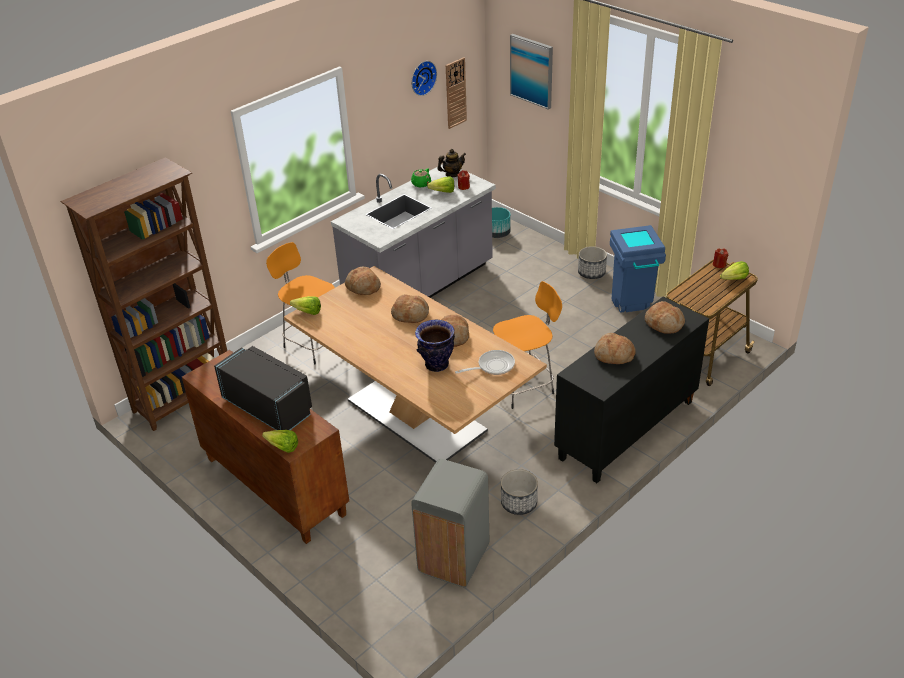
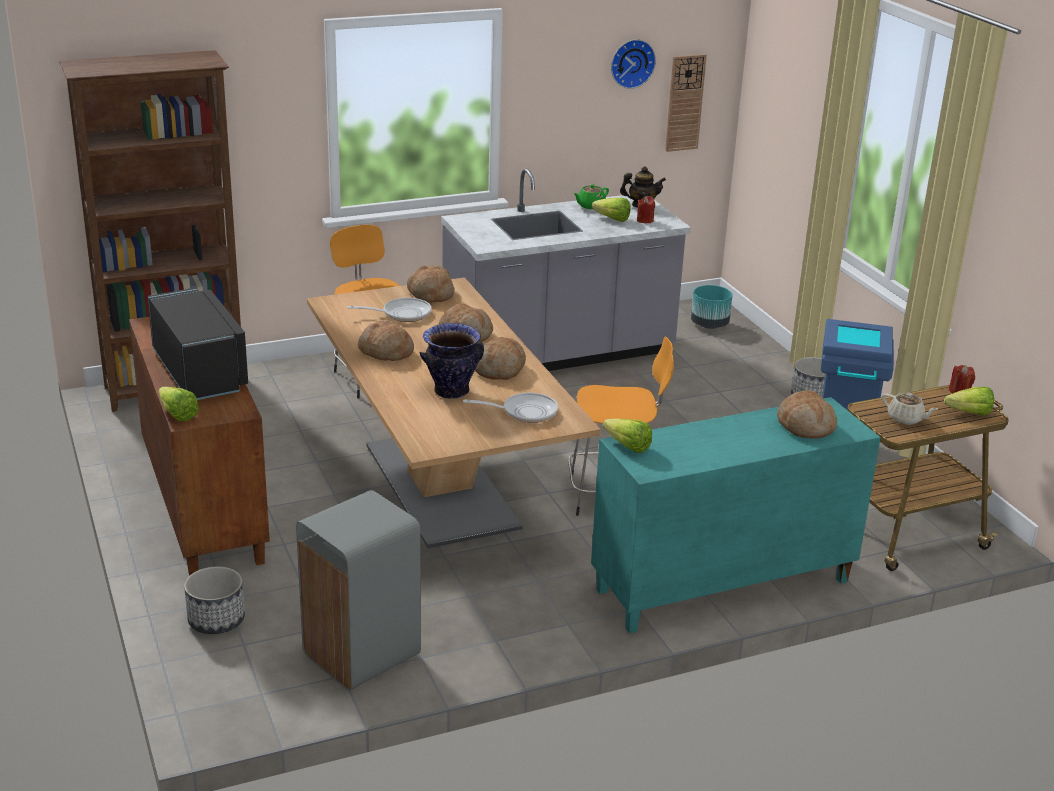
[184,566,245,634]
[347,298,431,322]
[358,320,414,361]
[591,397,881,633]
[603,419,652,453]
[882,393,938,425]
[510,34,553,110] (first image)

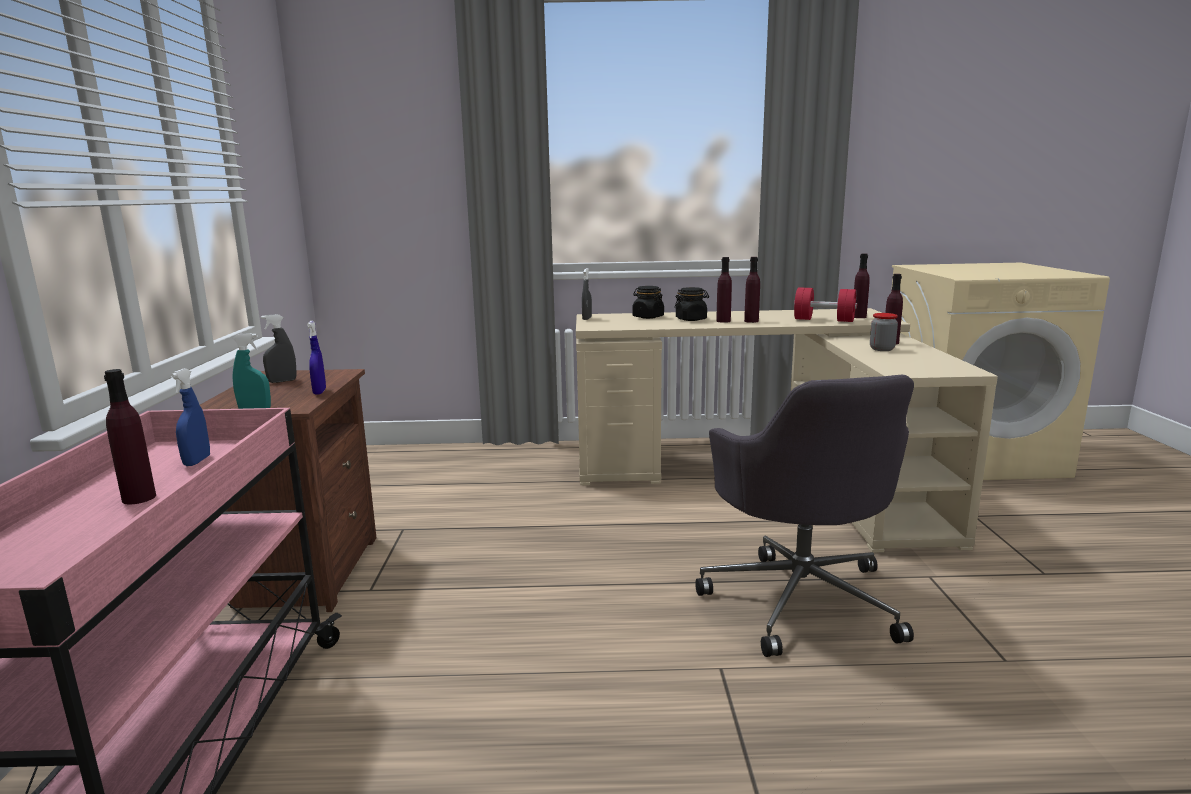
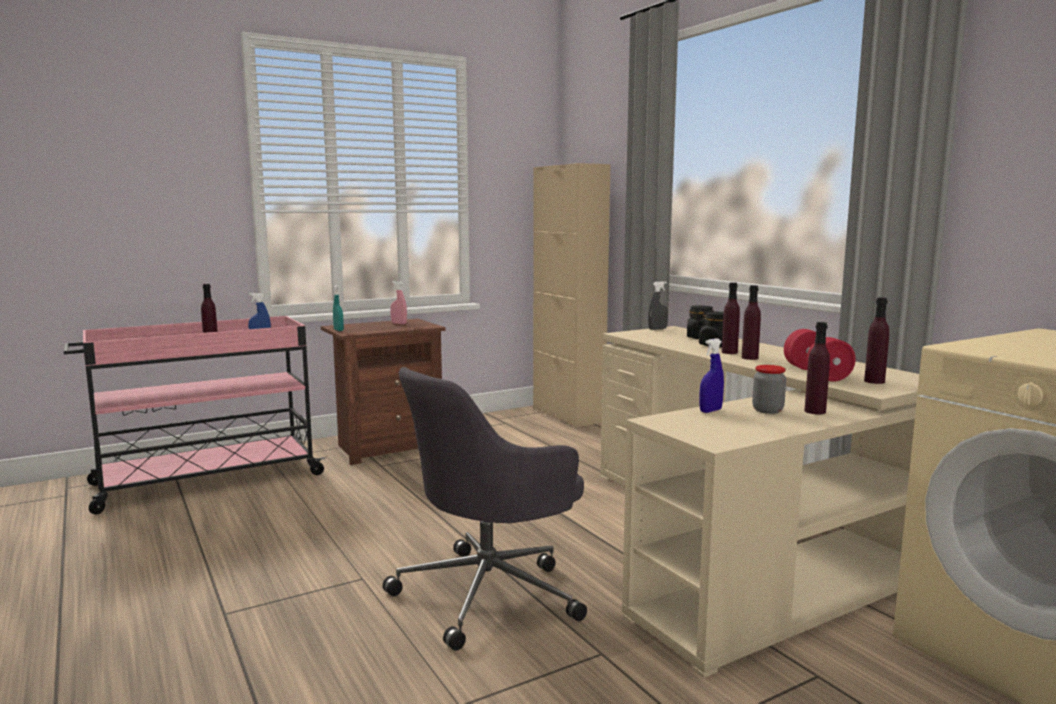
[390,281,407,324]
[533,163,610,427]
[699,338,724,413]

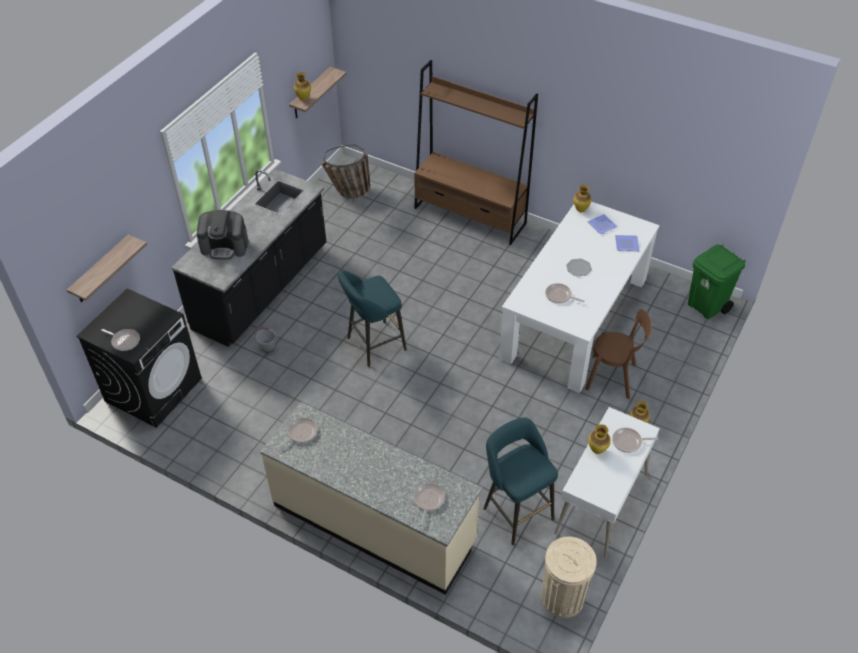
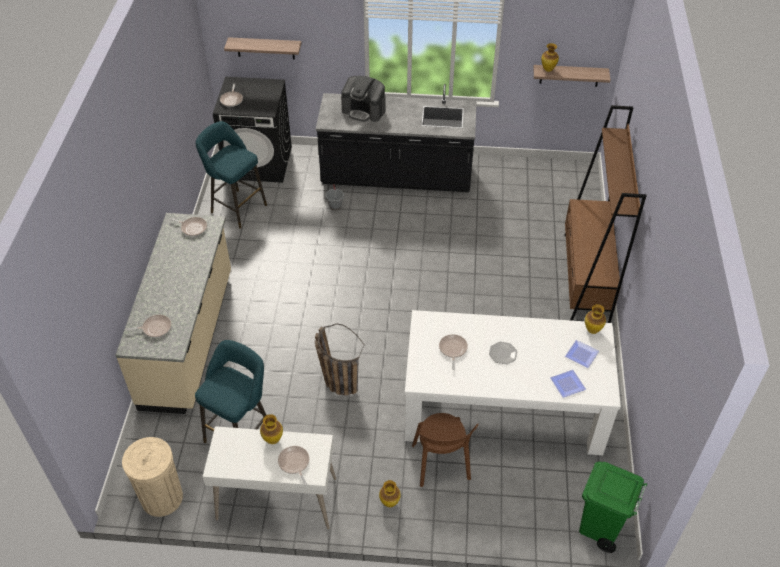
[196,121,267,229]
[314,323,364,396]
[341,76,386,122]

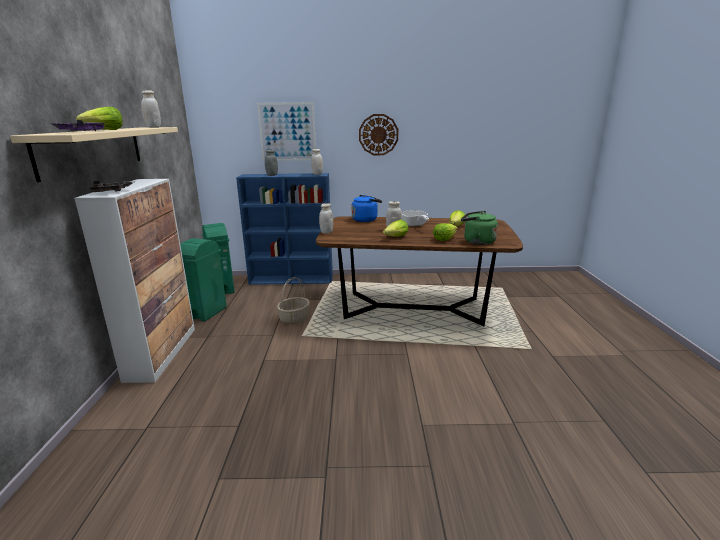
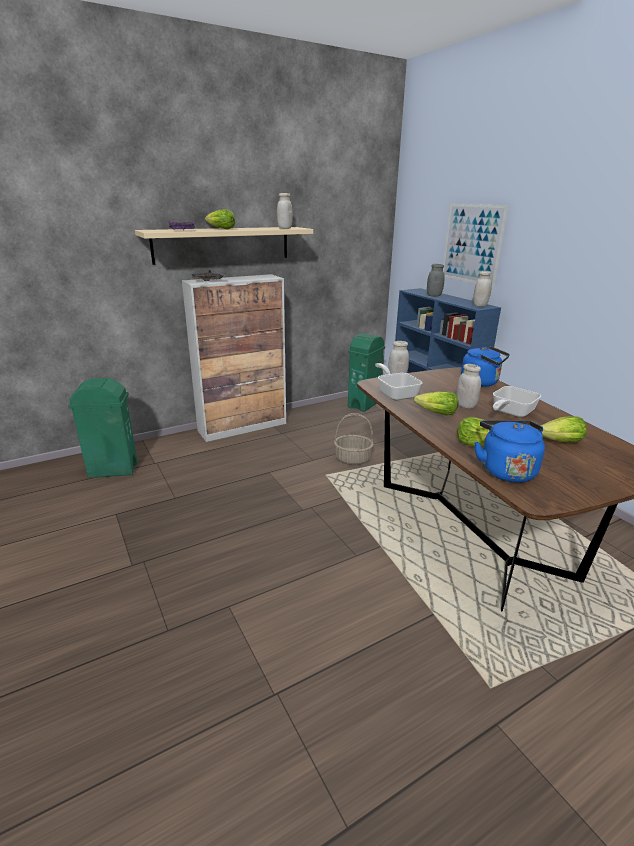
[68,378,138,478]
[375,363,422,400]
[475,420,545,483]
[359,114,398,155] (first image)

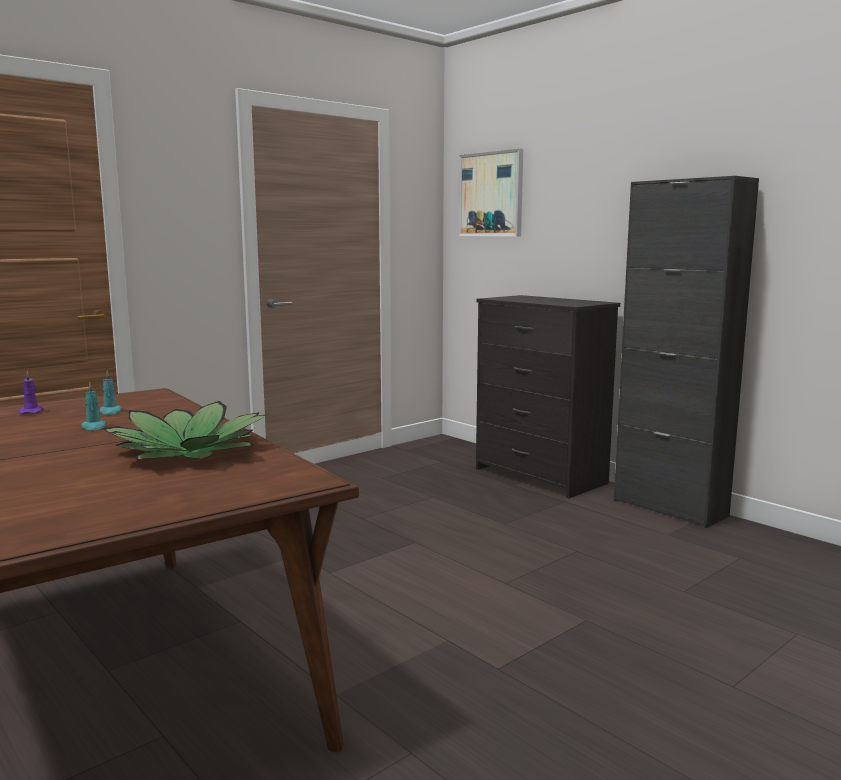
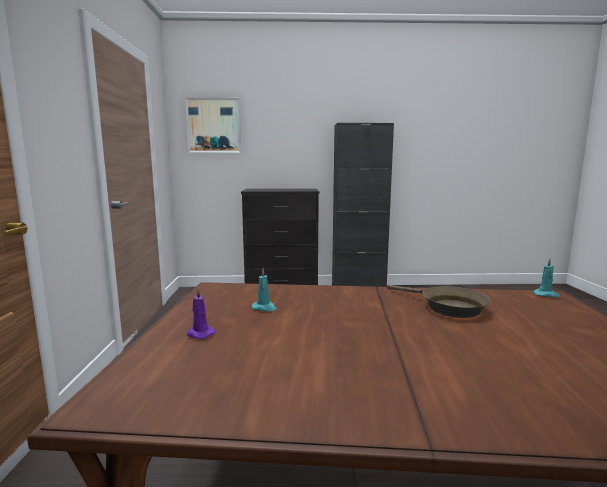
[387,285,491,318]
[533,259,560,297]

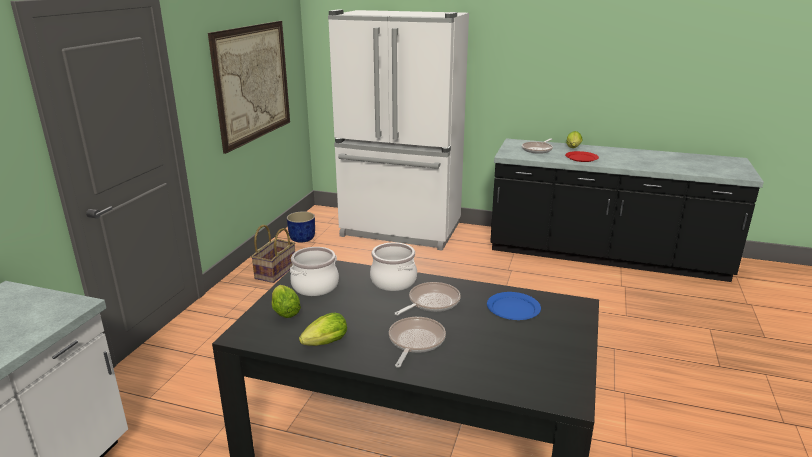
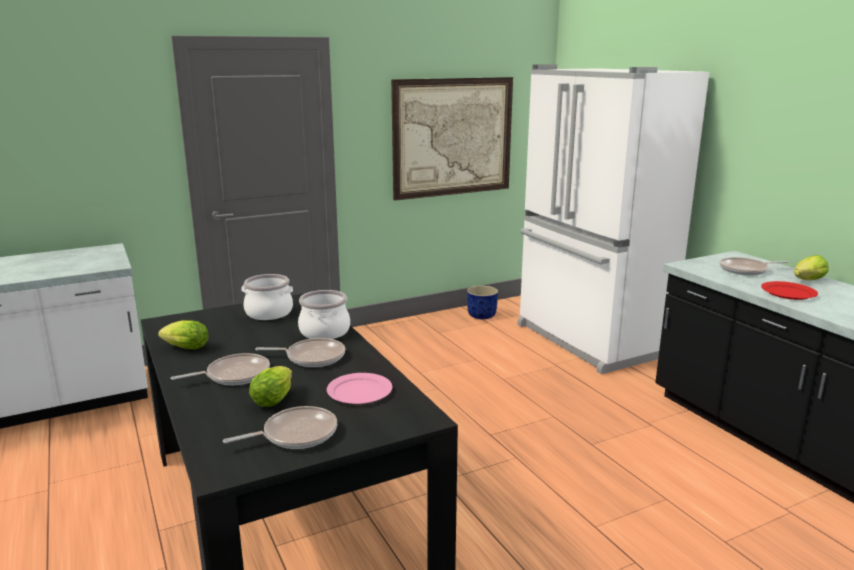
[223,406,337,449]
[249,366,292,407]
[327,373,392,404]
[251,225,295,283] (first image)

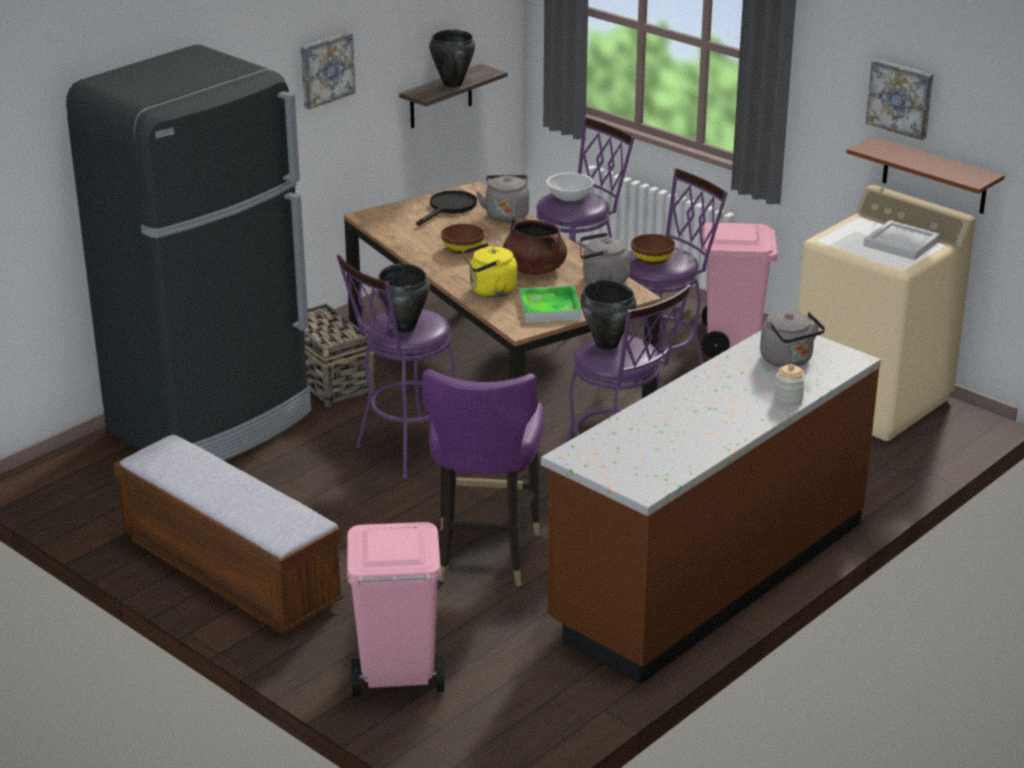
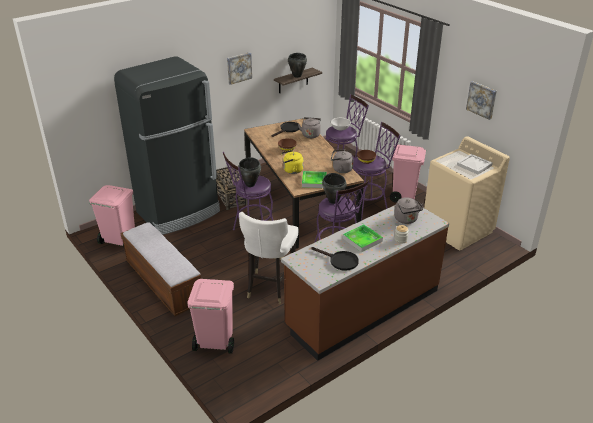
[89,185,135,247]
[239,212,299,305]
[311,247,359,271]
[343,224,383,252]
[503,217,567,275] (first image)
[847,136,1005,214] (first image)

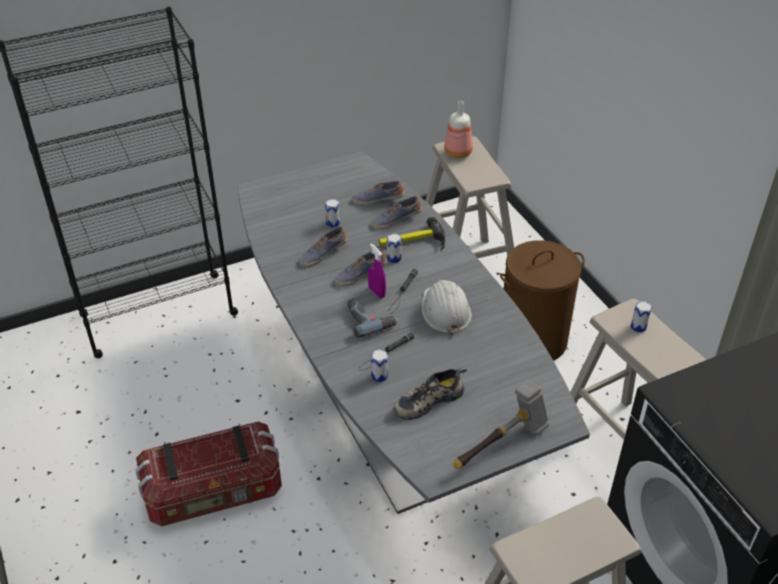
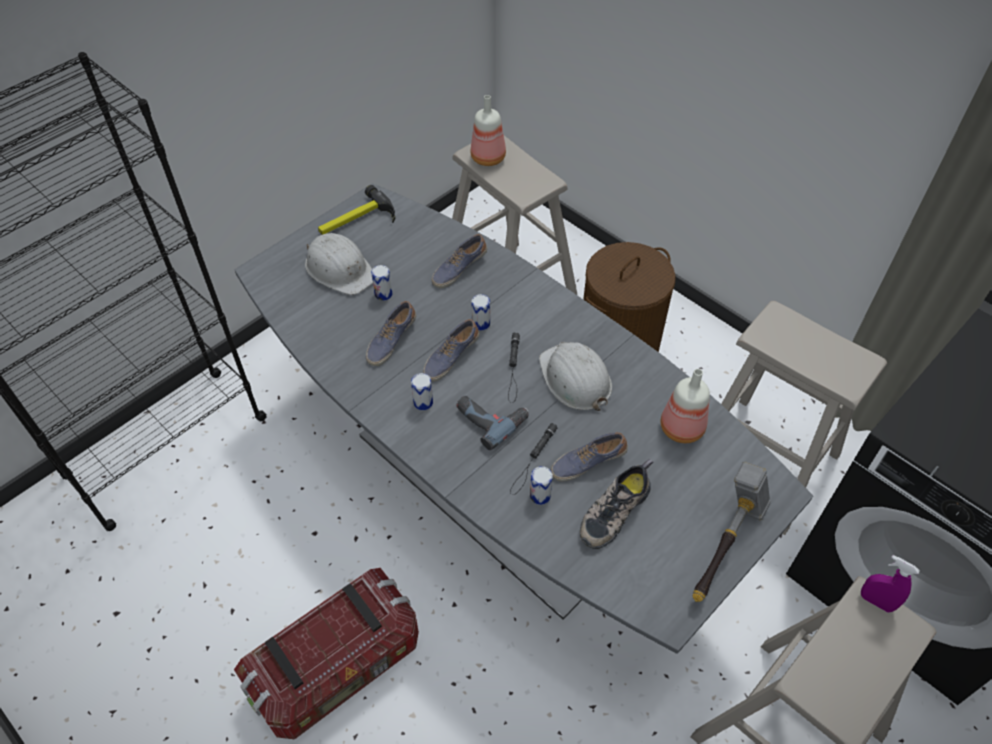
[305,233,373,295]
[318,185,395,235]
[411,373,433,410]
[551,432,628,482]
[660,369,710,443]
[861,555,920,612]

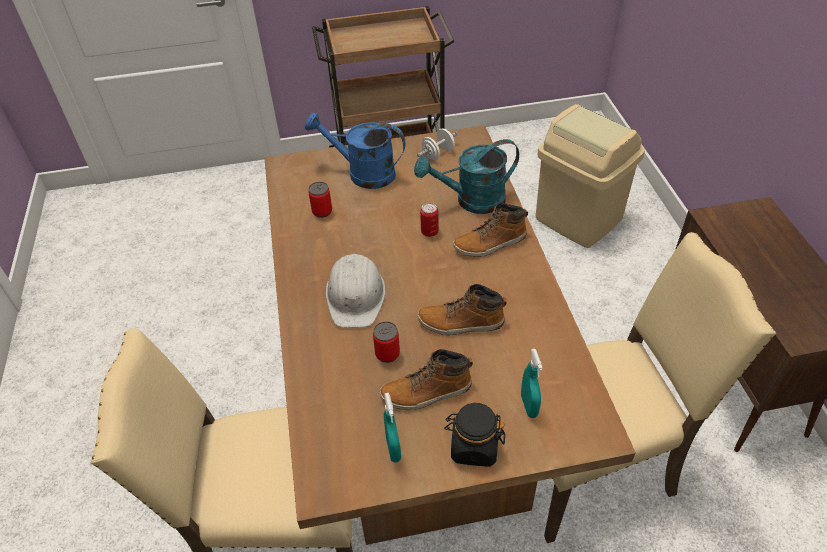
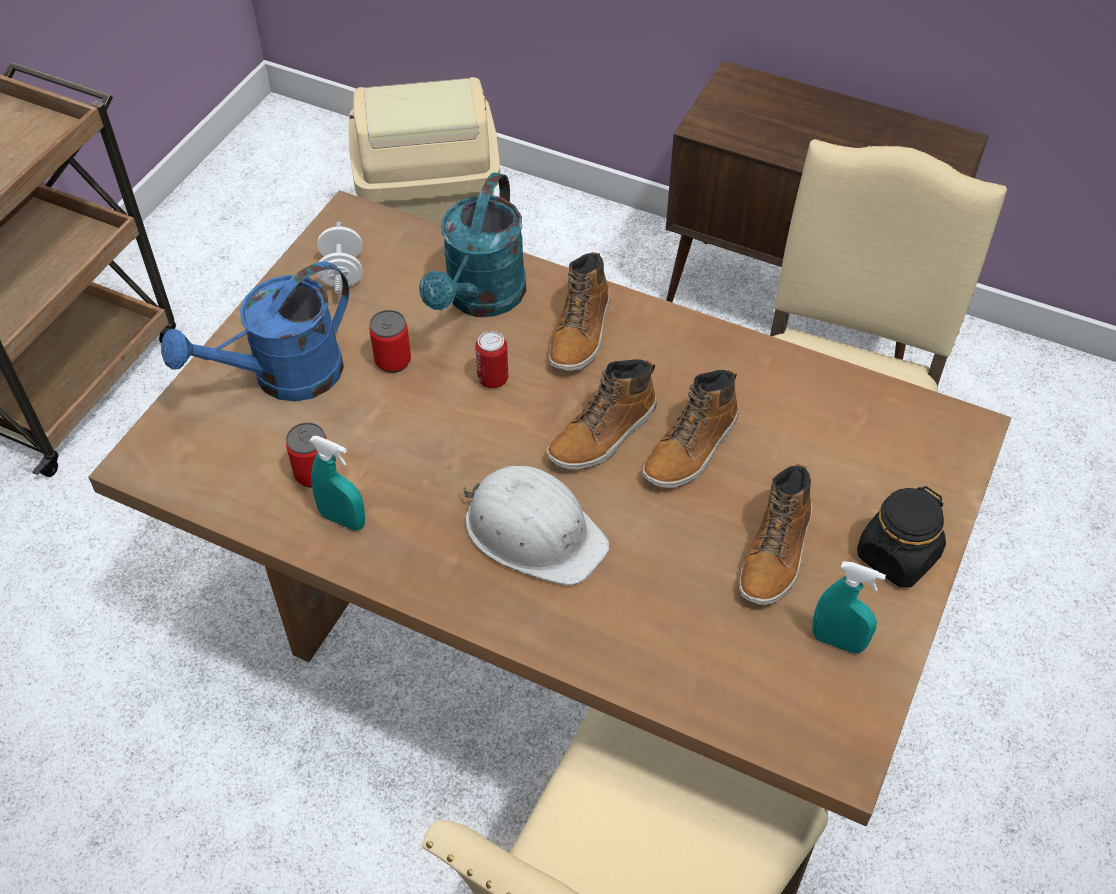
[309,436,365,531]
[369,310,411,373]
[547,359,657,470]

